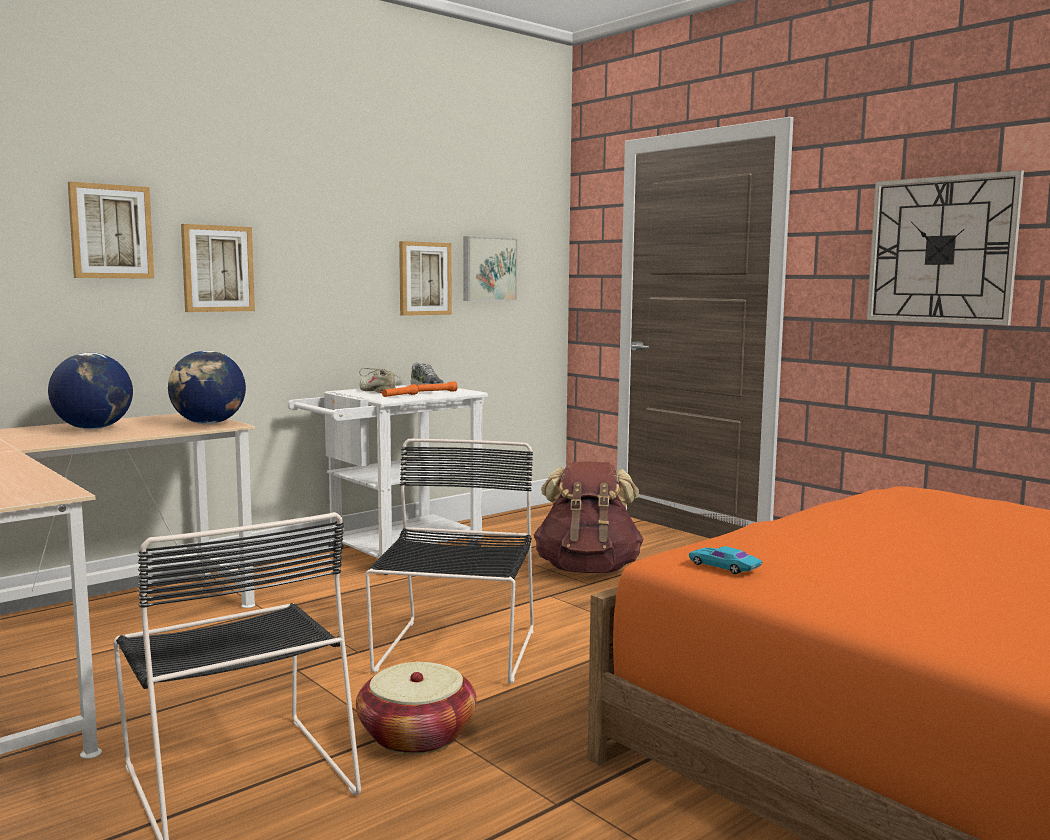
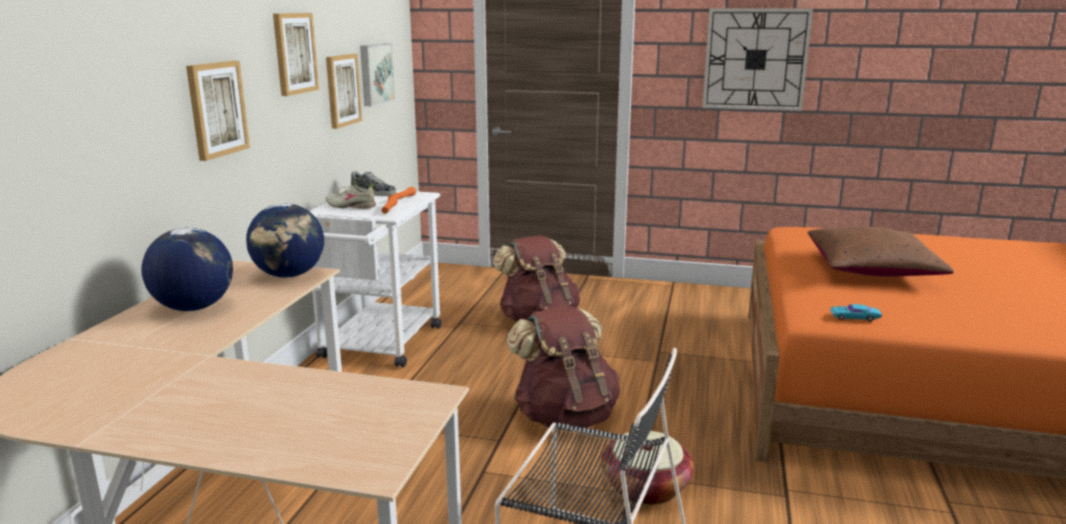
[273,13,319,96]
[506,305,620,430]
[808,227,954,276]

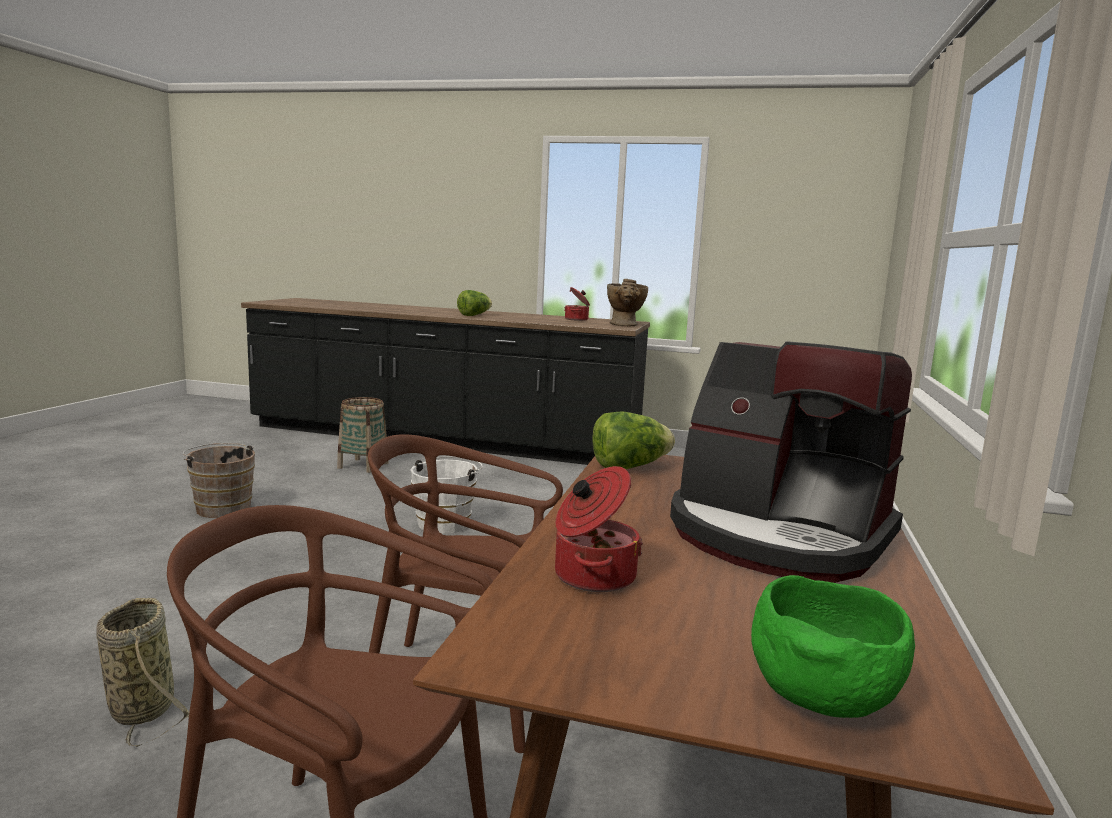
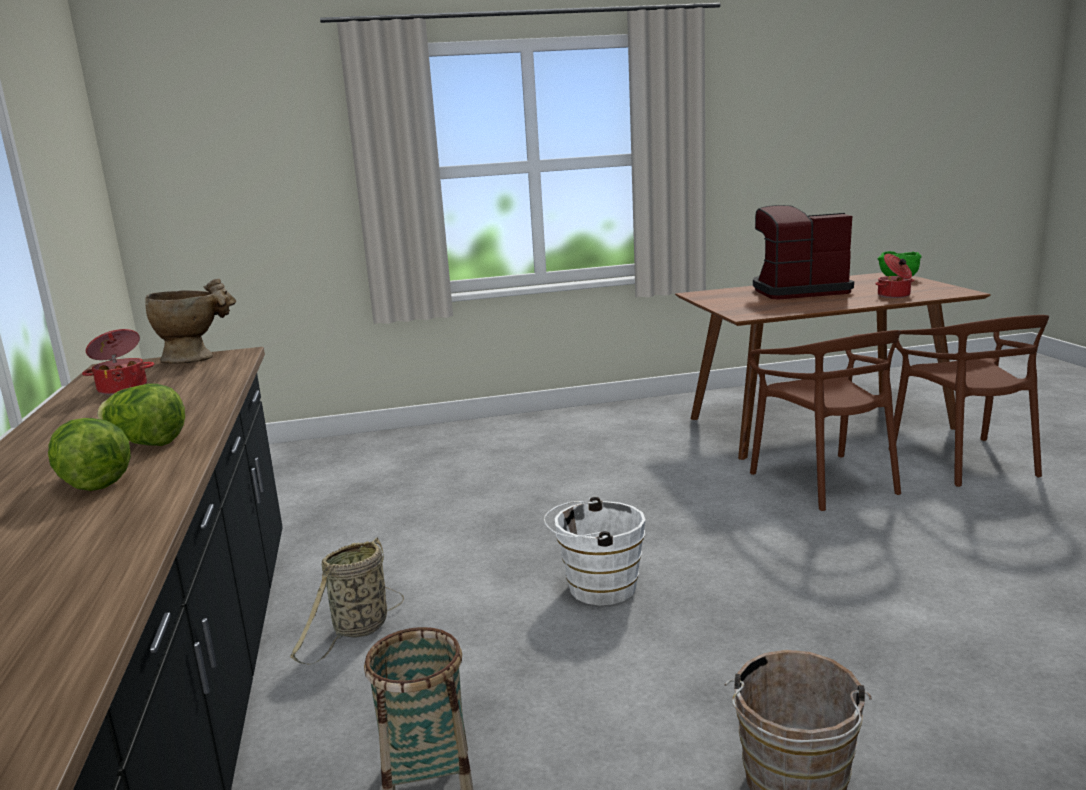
[48,418,131,491]
[290,537,404,664]
[753,205,854,300]

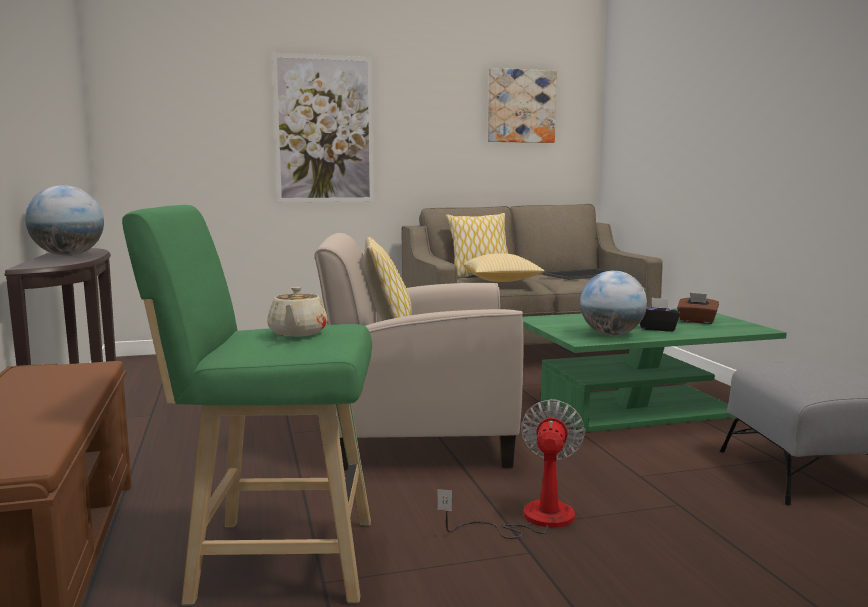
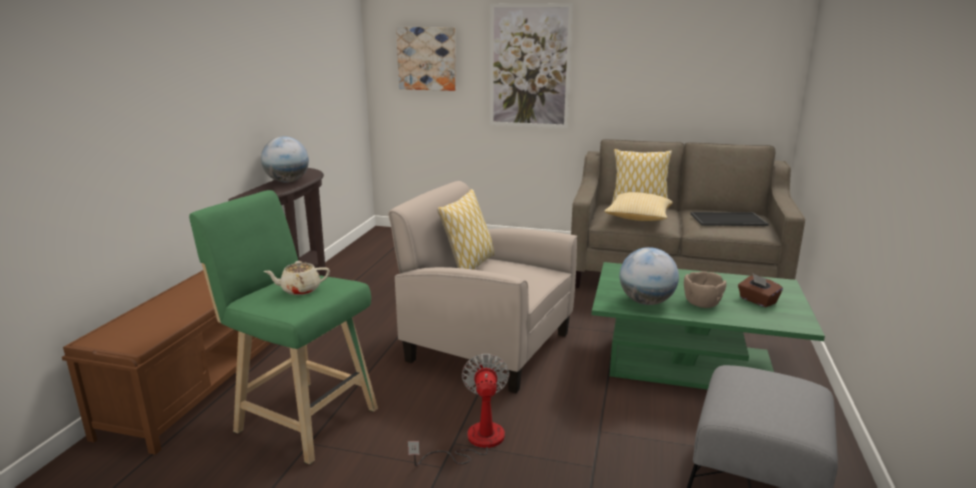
[263,261,330,295]
[396,27,456,91]
[408,354,509,466]
[684,271,726,308]

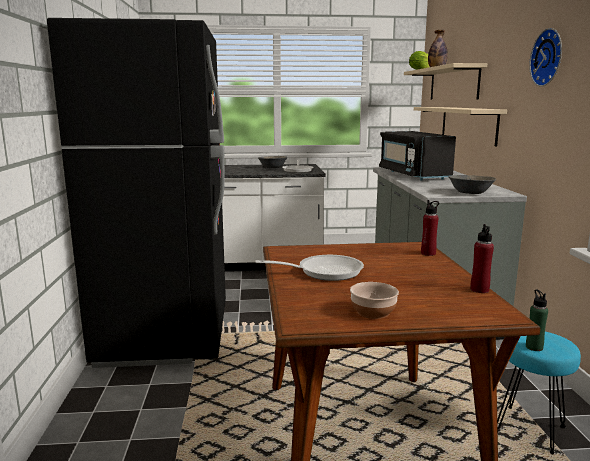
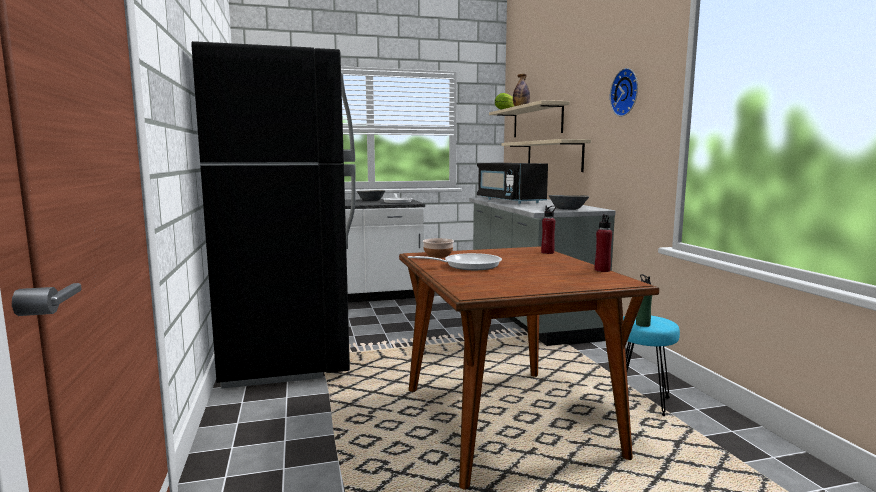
[423,238,454,258]

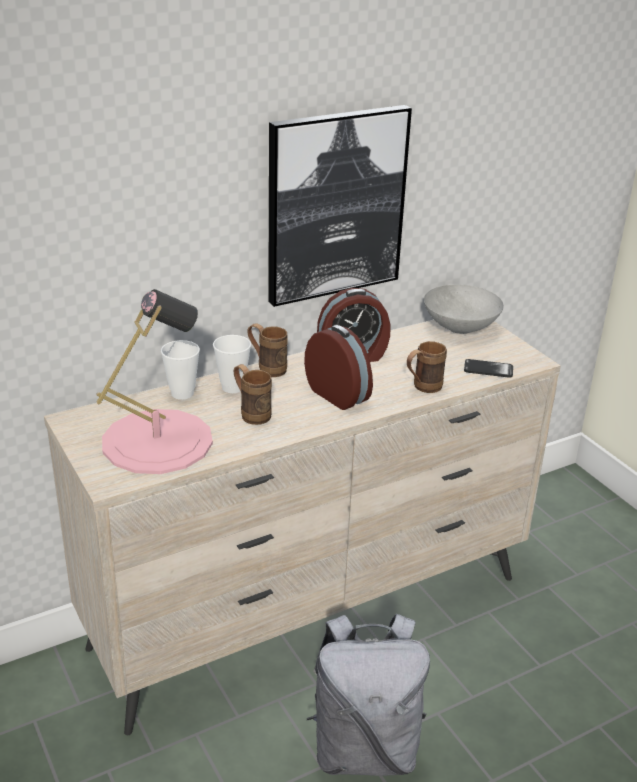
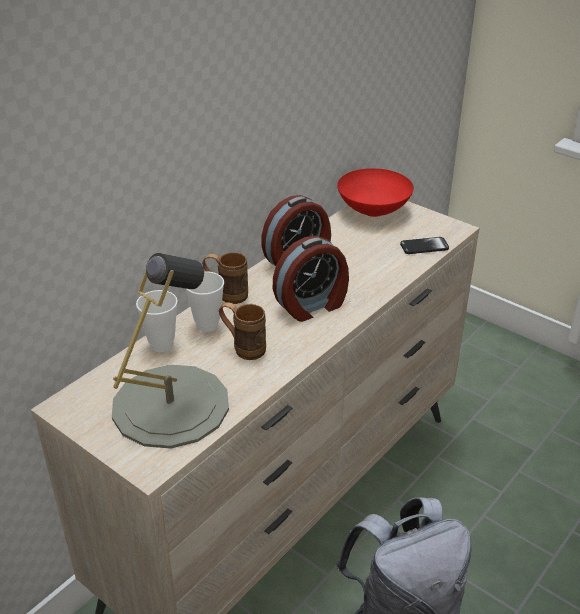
[112,253,229,449]
[273,236,349,322]
[337,168,414,217]
[268,105,412,307] (first image)
[407,341,447,393] (first image)

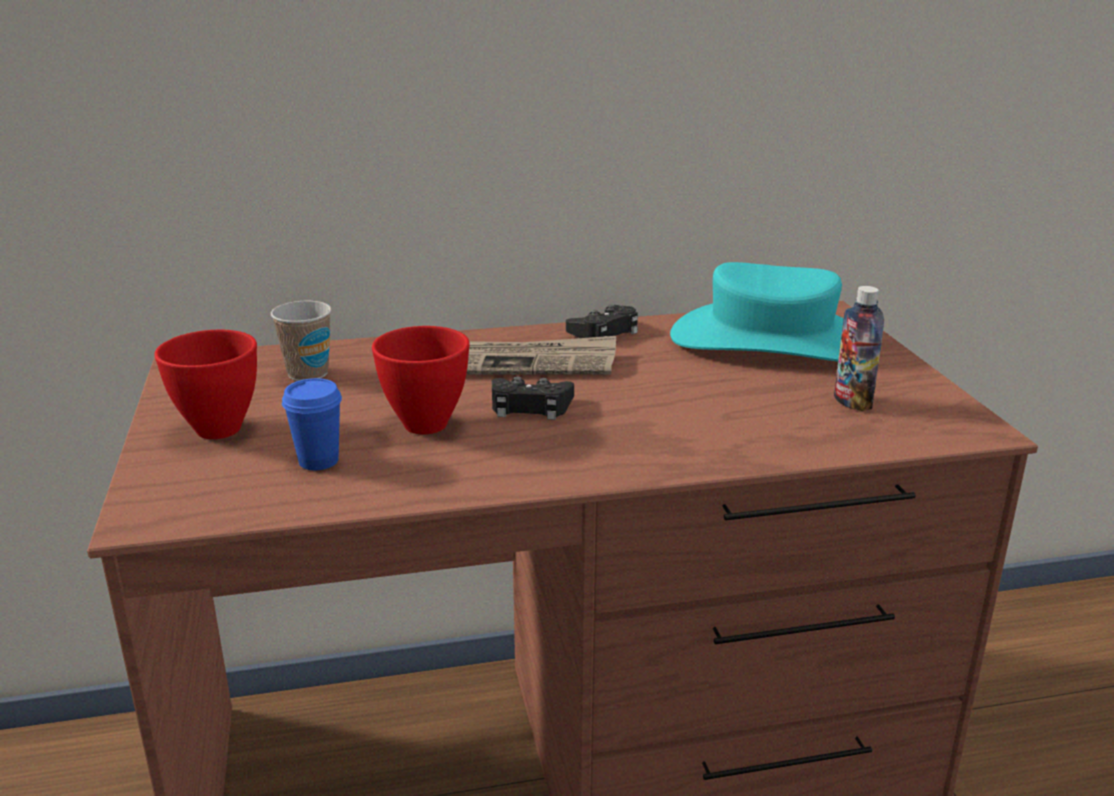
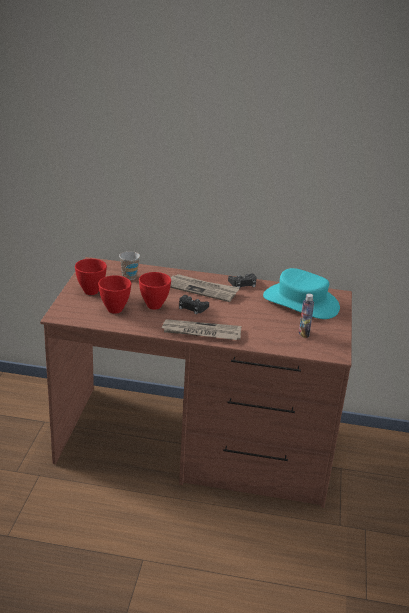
[98,276,131,314]
[162,319,241,340]

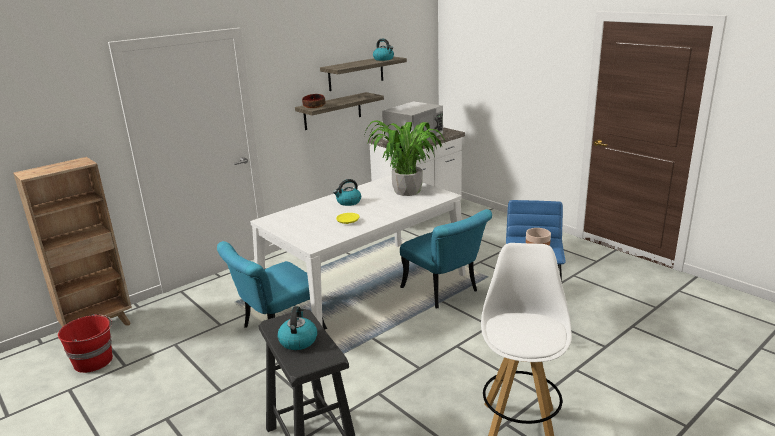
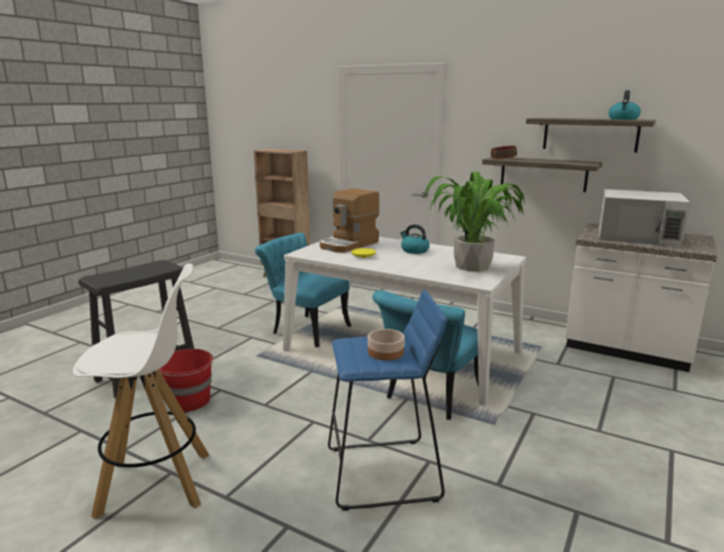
[159,349,214,412]
[320,188,379,253]
[277,306,317,350] (first image)

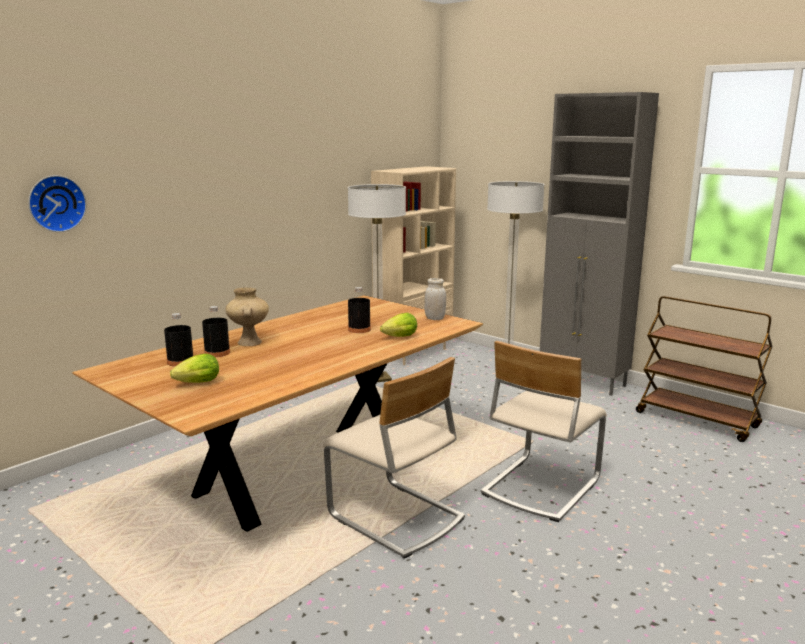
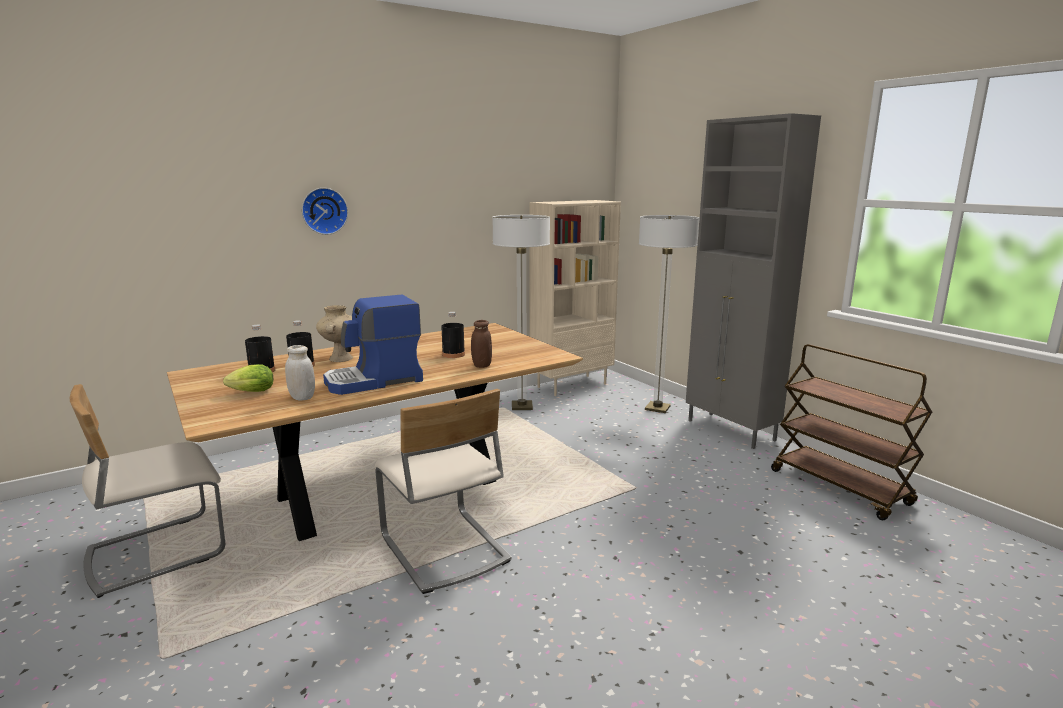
[70,384,225,598]
[285,345,315,401]
[302,188,348,235]
[323,295,423,395]
[471,320,492,368]

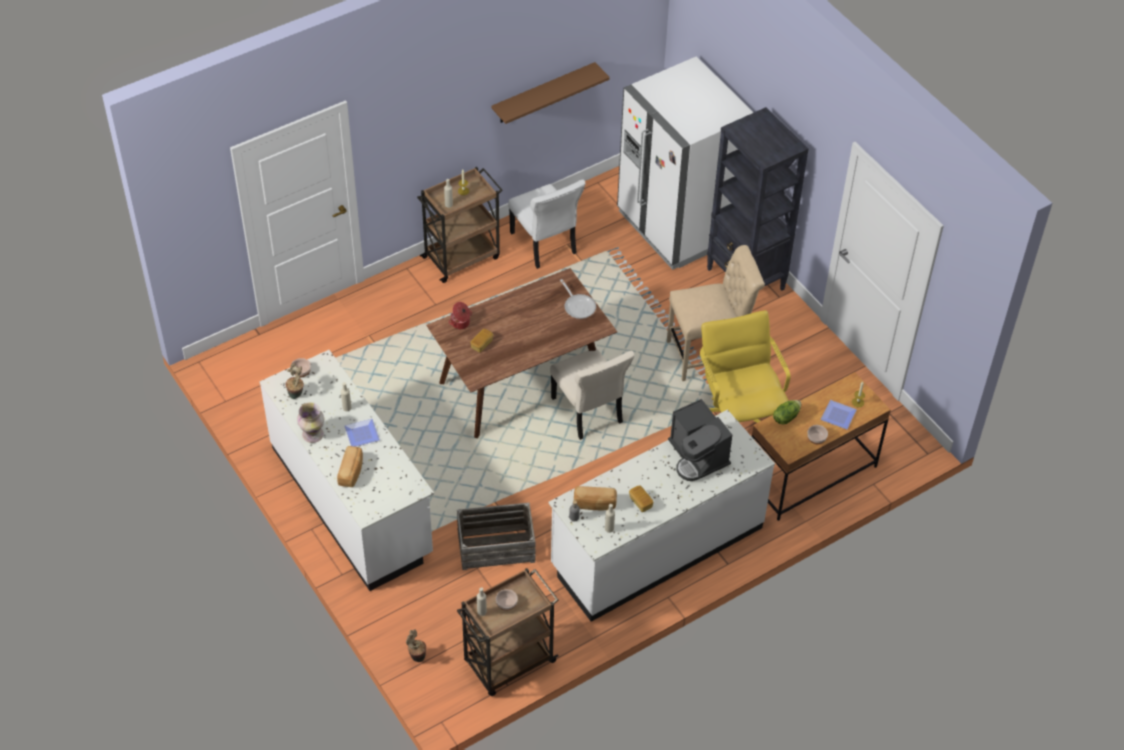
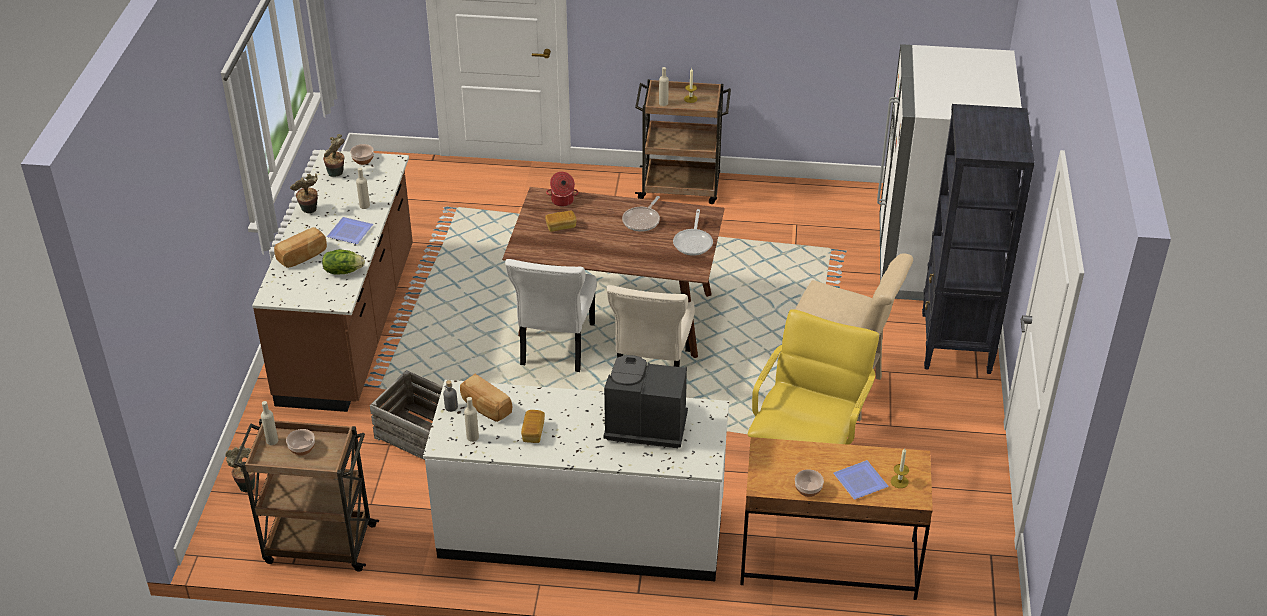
[252,150,413,412]
[290,173,318,213]
[322,249,365,275]
[505,259,597,372]
[604,355,688,448]
[622,196,660,232]
[492,62,610,124] (first image)

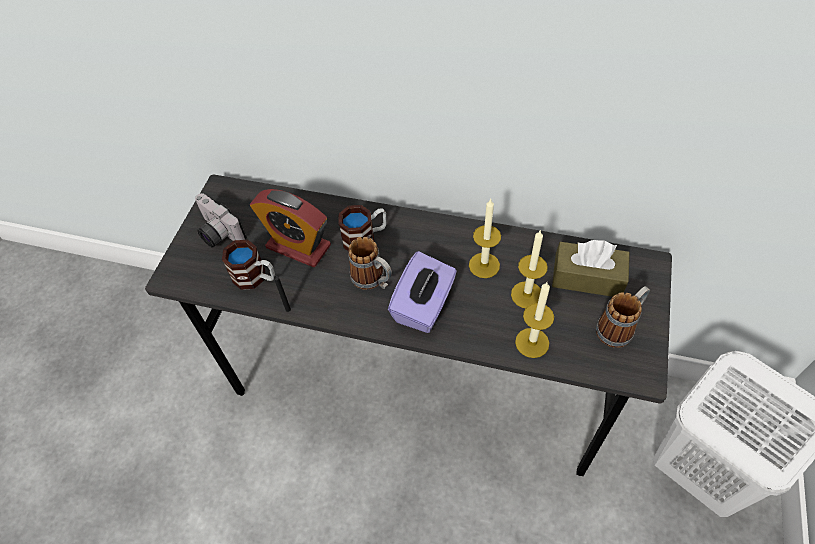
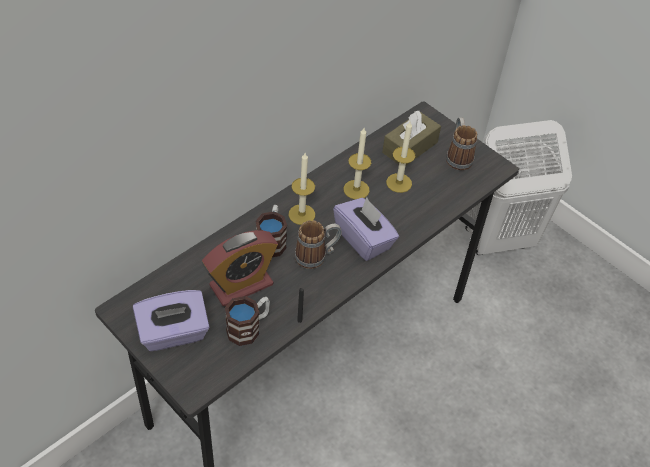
[133,290,210,351]
[289,153,315,225]

